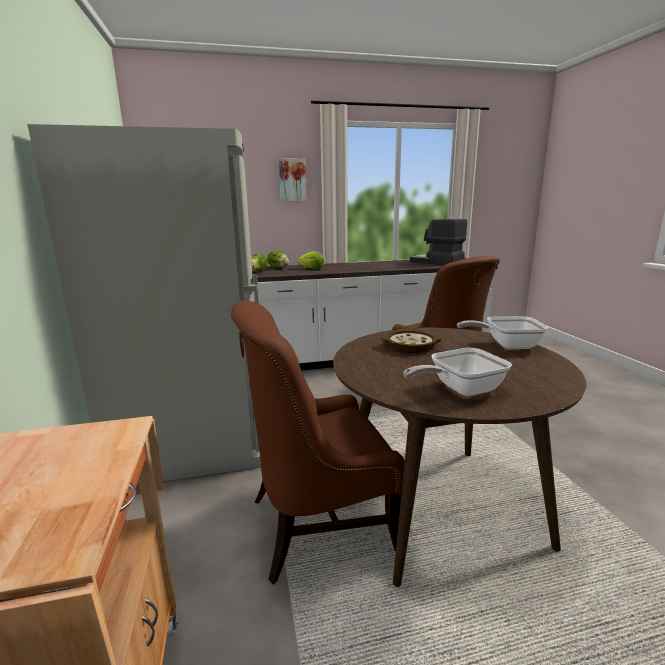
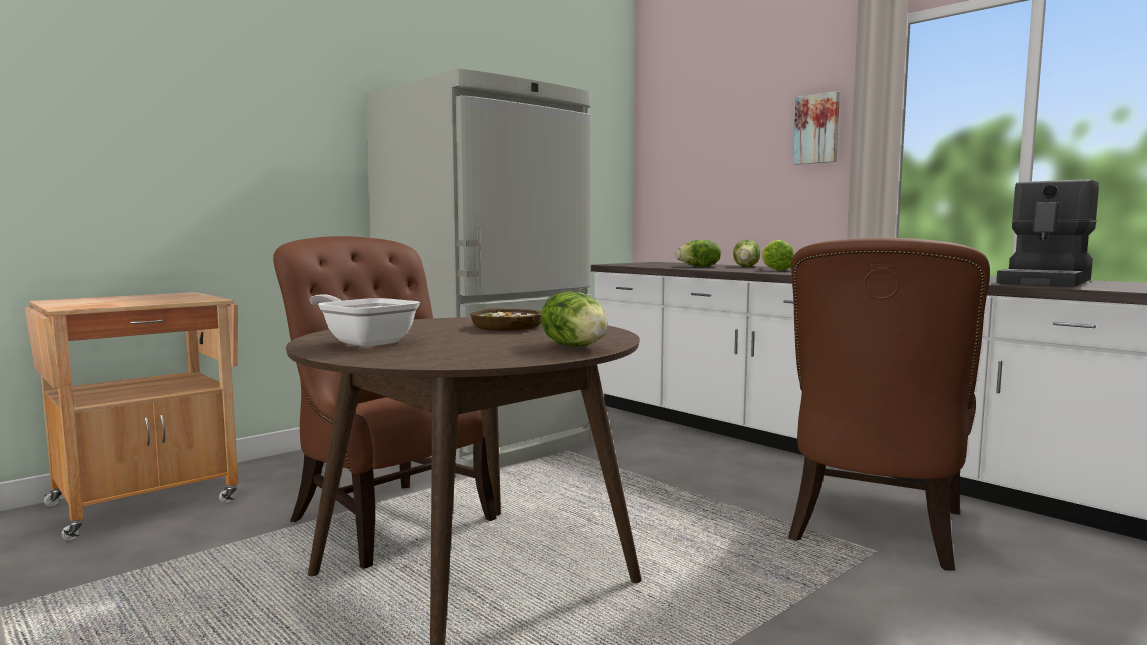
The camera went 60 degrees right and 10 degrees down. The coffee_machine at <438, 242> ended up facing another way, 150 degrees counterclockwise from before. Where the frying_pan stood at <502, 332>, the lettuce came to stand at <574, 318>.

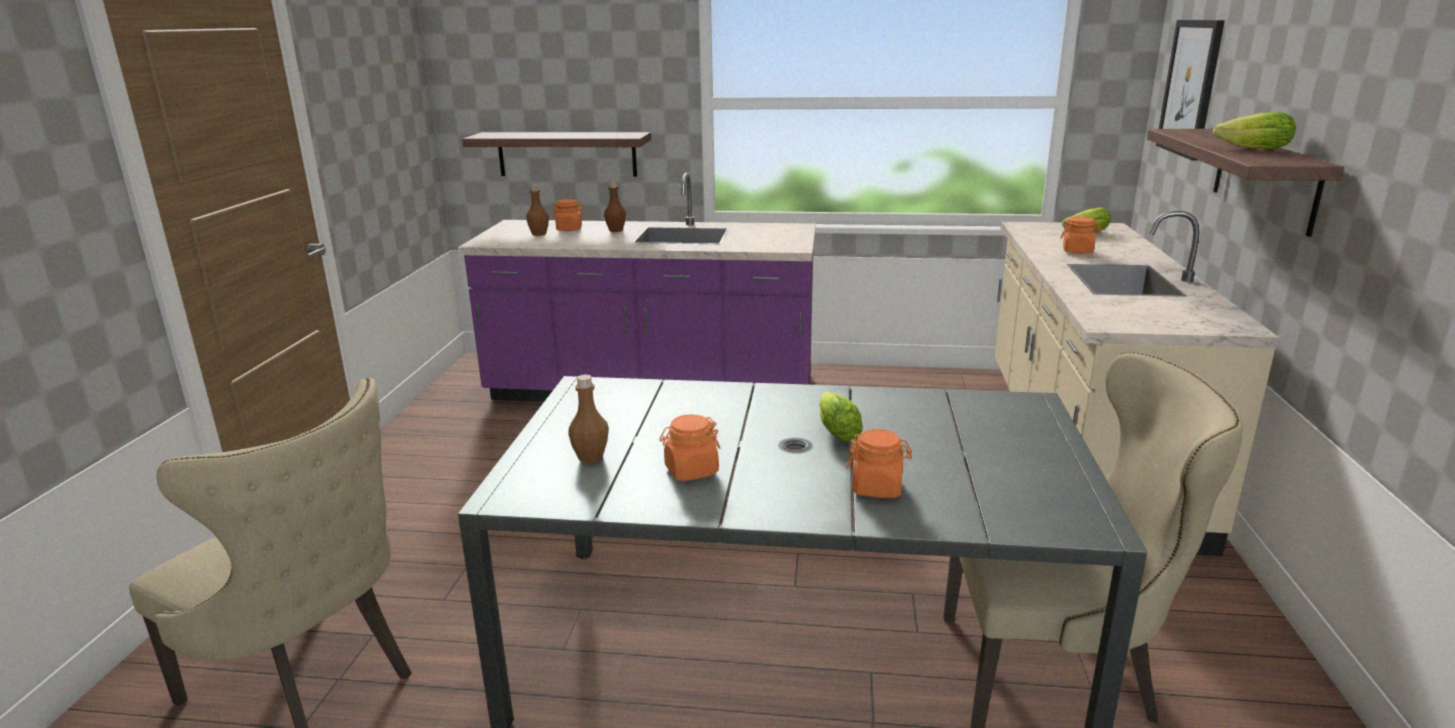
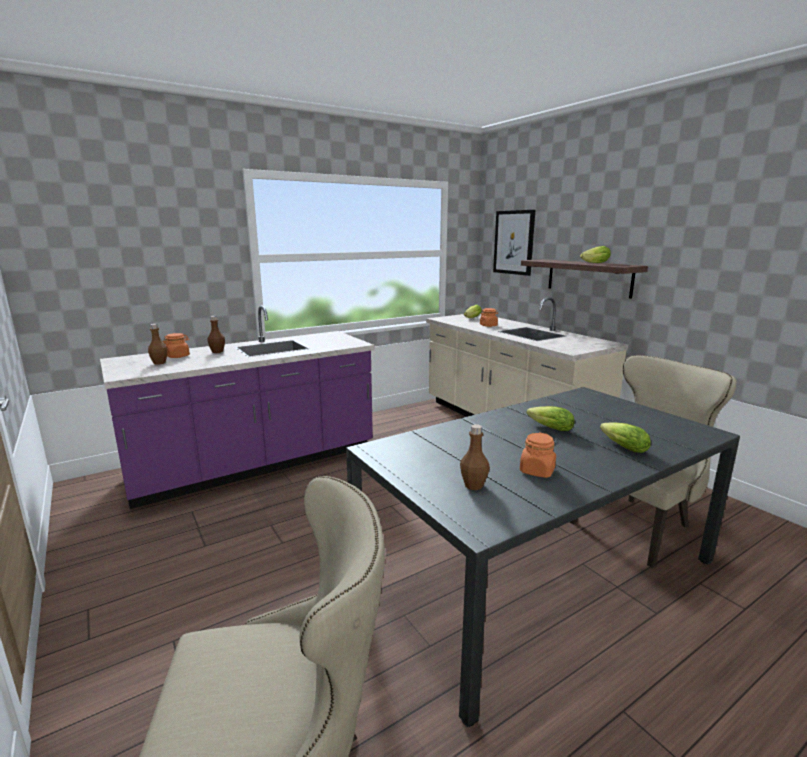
The camera went 40 degrees left and 5 degrees down. The second view lost the shelf at <556, 154>. Where the orange_jar stood at <879, 463>, the lettuce came to stand at <625, 437>.

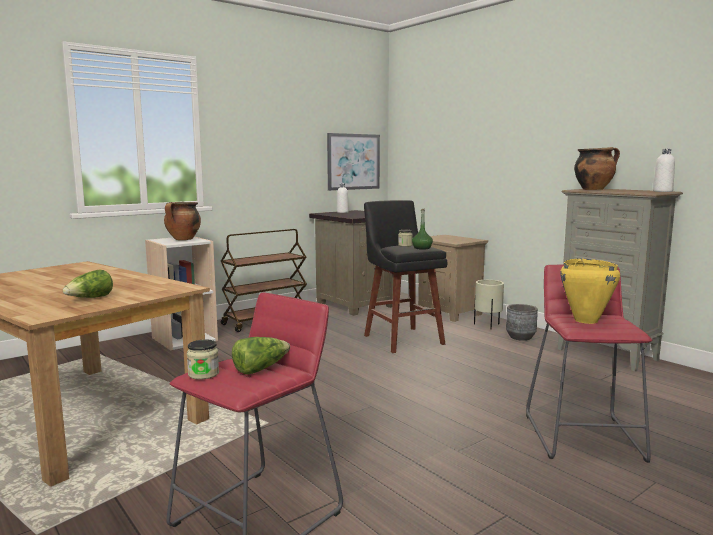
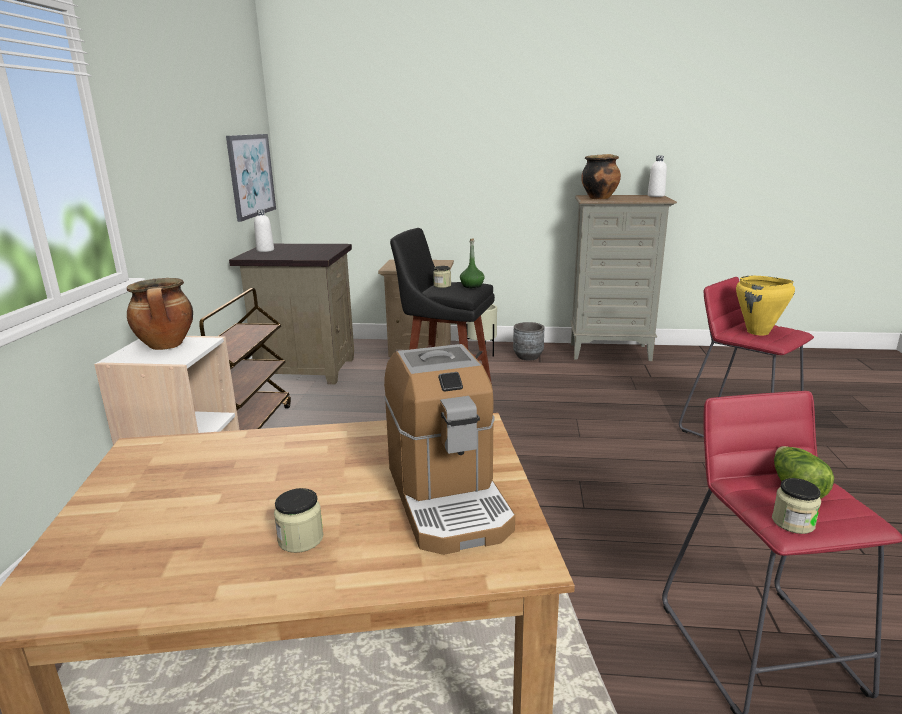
The camera went 45 degrees left and 10 degrees up. Where the lettuce stood at <88, 283>, the coffee_machine came to stand at <449, 449>. The second view gained the jar at <298, 520>.

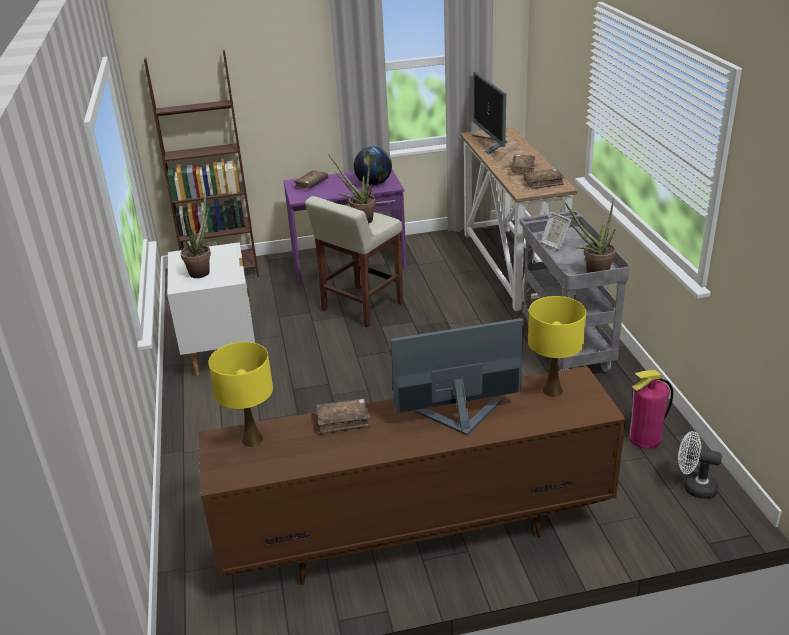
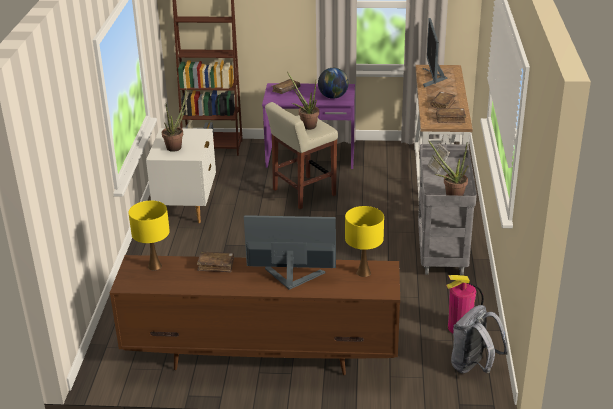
The camera went 15 degrees right and 0 degrees up. Where the white_fan stood at <700, 465>, the grey_backpack came to stand at <479, 339>.

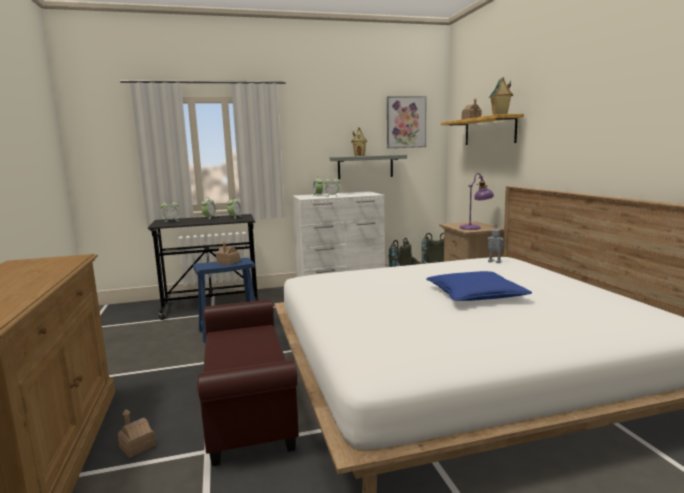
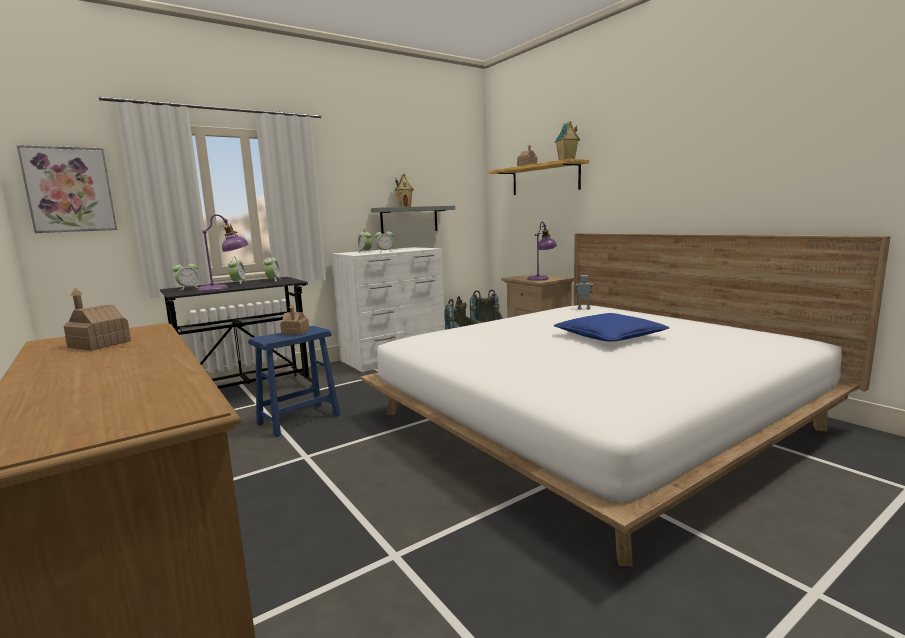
The camera went 20 degrees left and 0 degrees up. The picture ended up elsewhere, having gone from <407, 122> to <66, 189>. The second view lost the brown_ottoman at <248, 382>. The toy_house ended up elsewhere, having gone from <137, 433> to <97, 319>. The second view gained the purple_table_lamp at <223, 253>.

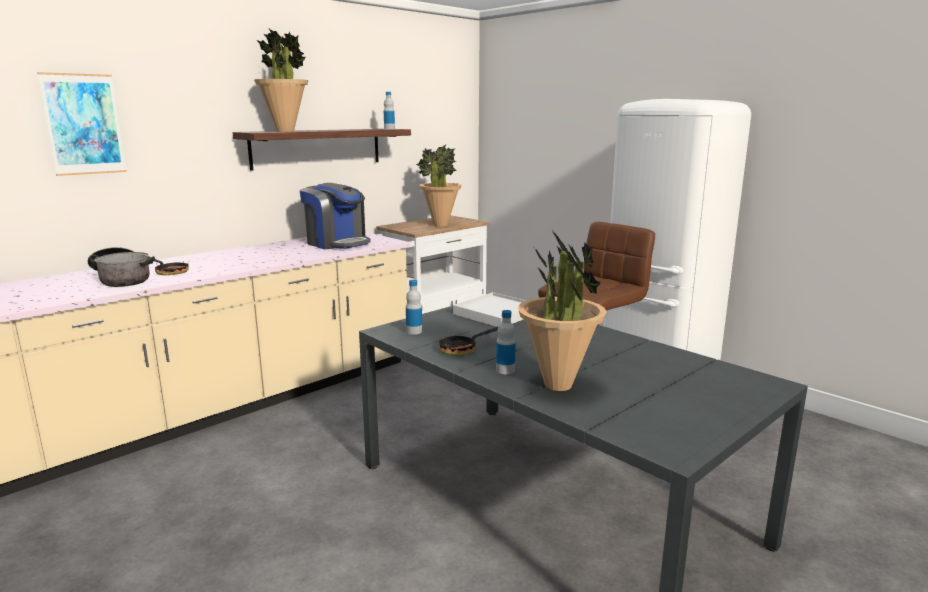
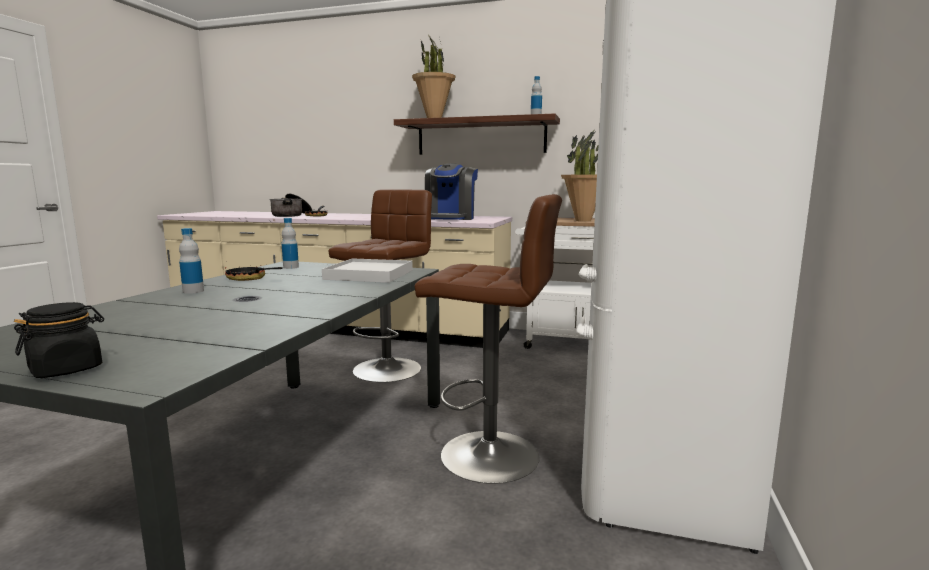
The camera went 60 degrees right and 5 degrees down. The second view lost the picture at <81, 124>. The second view lost the potted_plant at <562, 311>. The second view gained the brown_stool at <380, 285>. The second view gained the black_jar at <59, 340>.

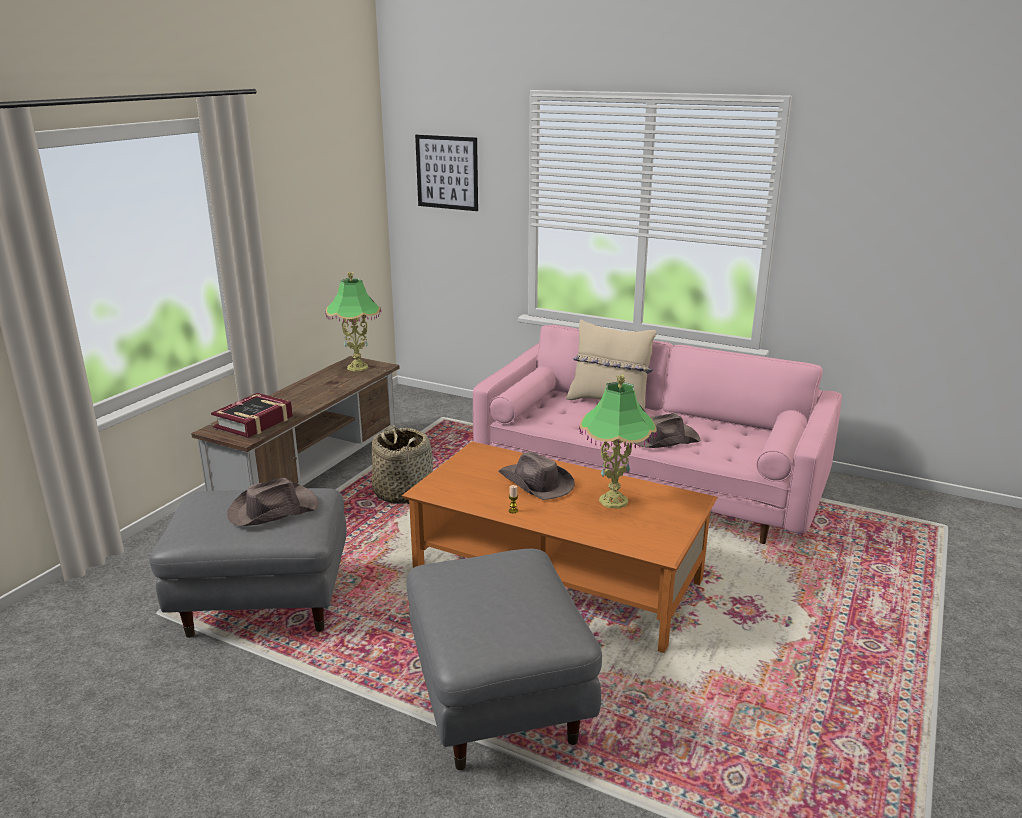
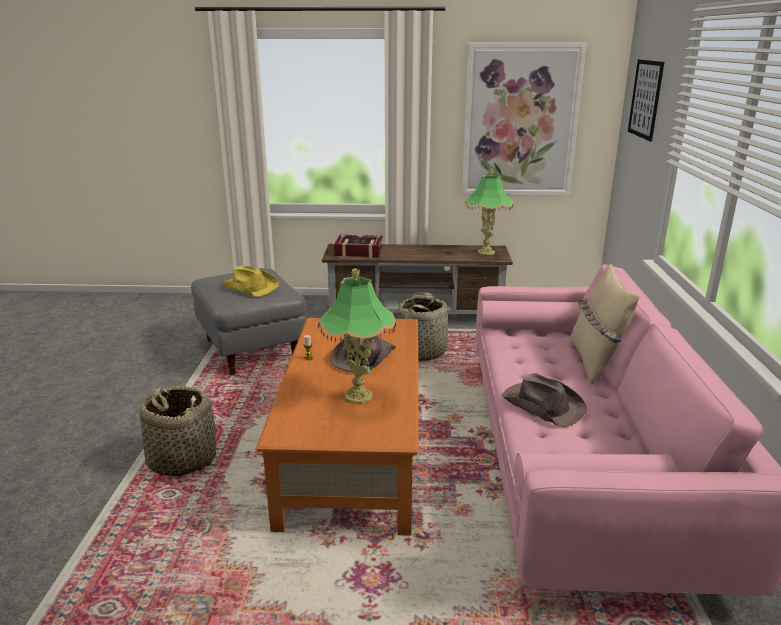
The camera went 65 degrees right and 0 degrees up. What was the brown_hat at <272, 502> turned into the yellow_hat at <250, 280>. Where the grey_ottoman stood at <504, 659>, the basket came to stand at <177, 431>. The second view gained the picture at <524, 119>.

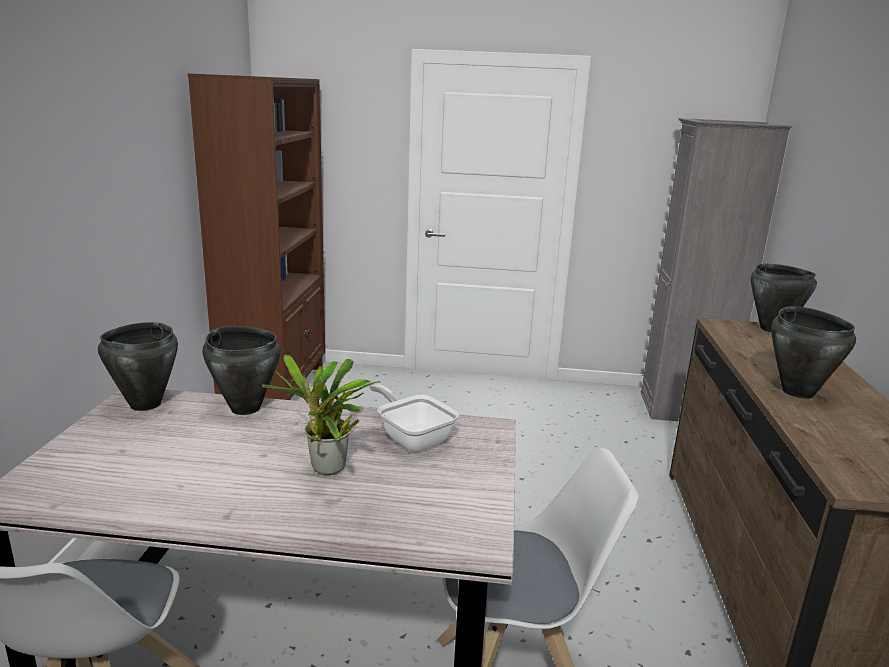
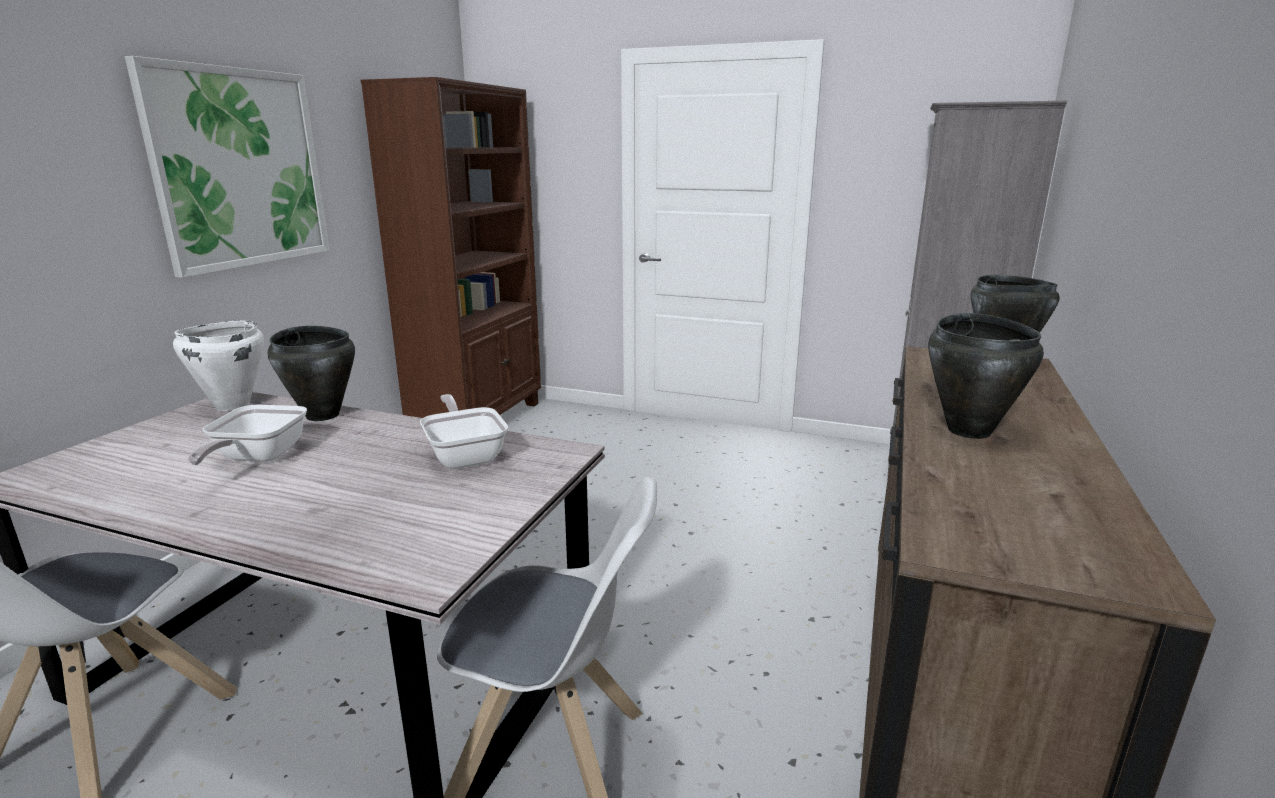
The camera went 15 degrees right and 0 degrees up. What was the black_cooking_pot at <138, 366> turned into the white_cooking_pot at <218, 366>. The second view lost the potted_plant at <321, 415>. The second view gained the picture at <227, 167>. The second view gained the frying_pan at <247, 435>.

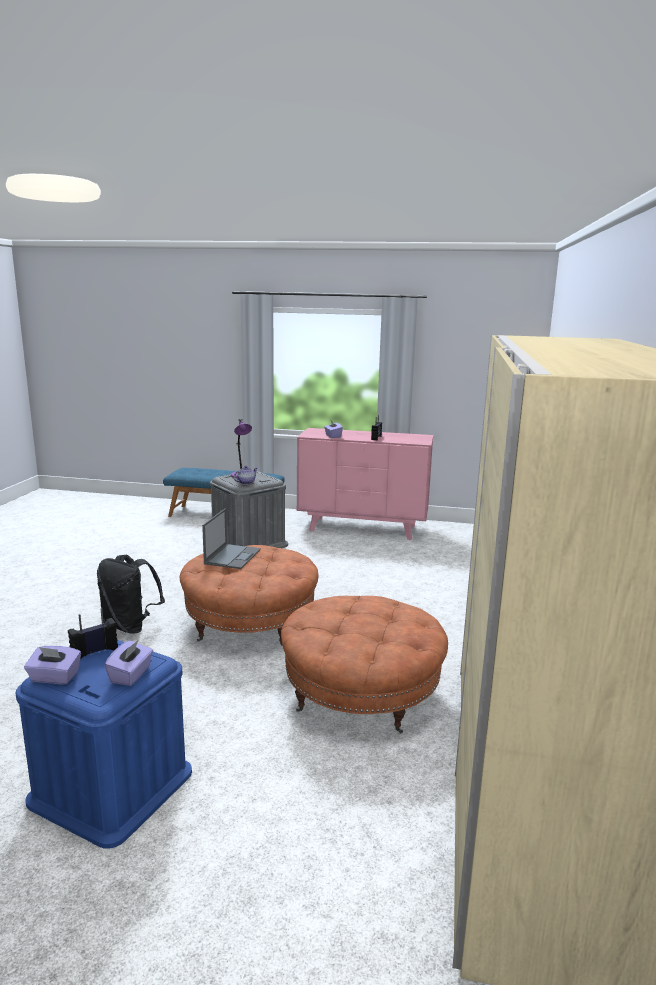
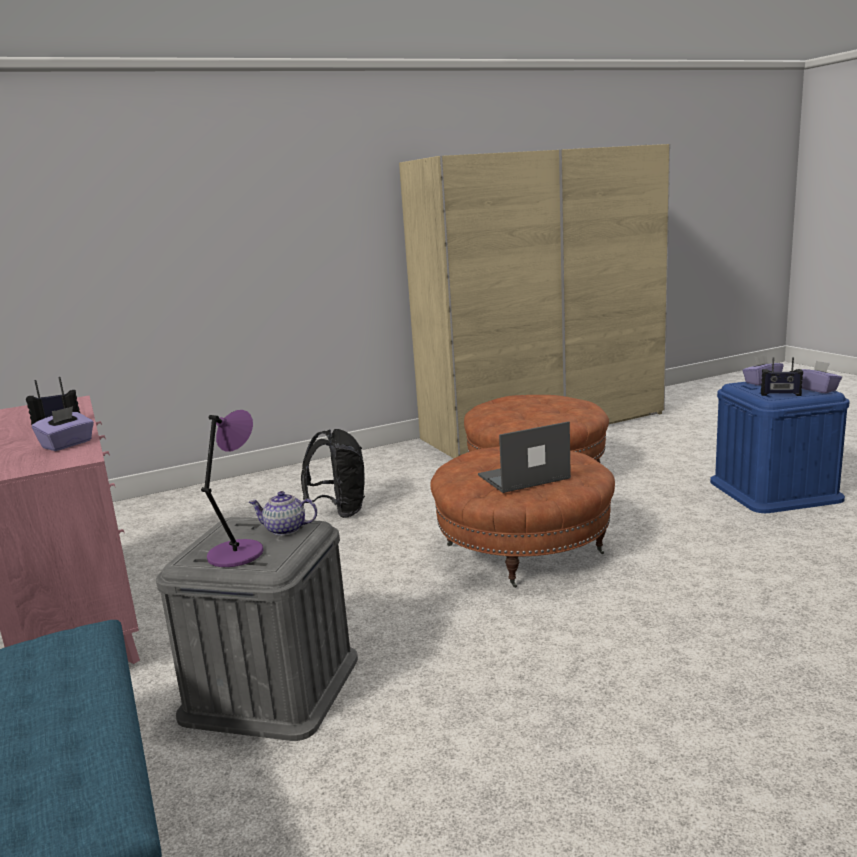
The camera went 125 degrees left and 0 degrees up. The black_backpack ended up elsewhere, having gone from <131, 594> to <333, 473>.

